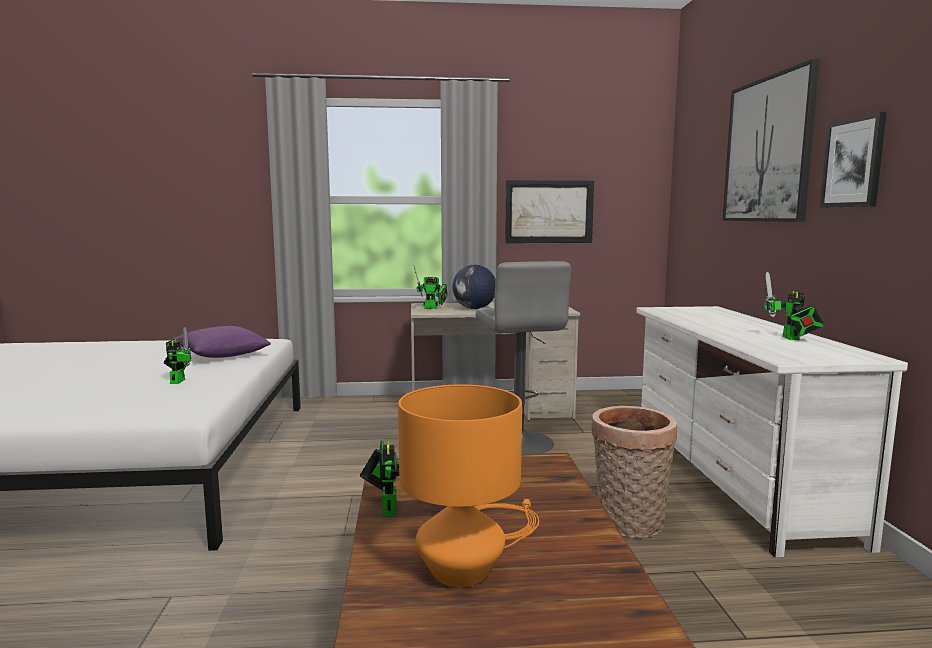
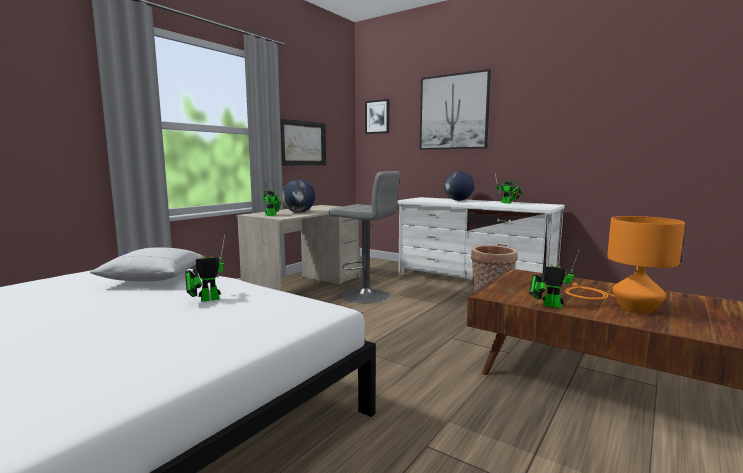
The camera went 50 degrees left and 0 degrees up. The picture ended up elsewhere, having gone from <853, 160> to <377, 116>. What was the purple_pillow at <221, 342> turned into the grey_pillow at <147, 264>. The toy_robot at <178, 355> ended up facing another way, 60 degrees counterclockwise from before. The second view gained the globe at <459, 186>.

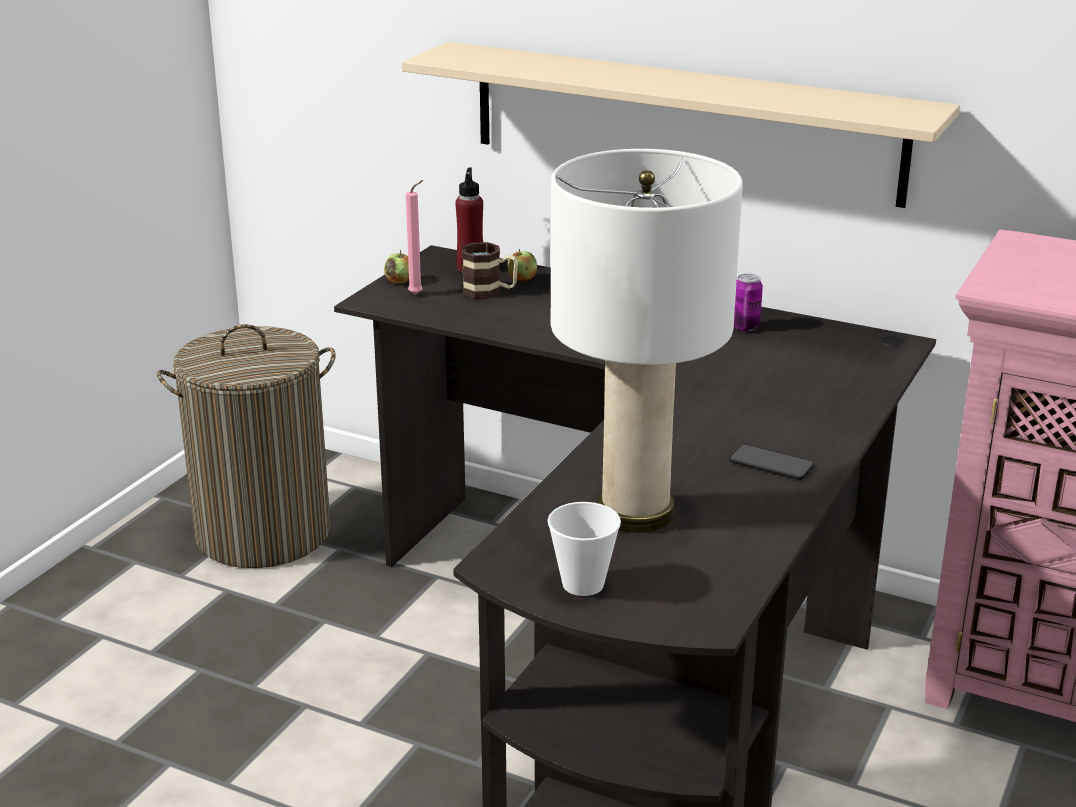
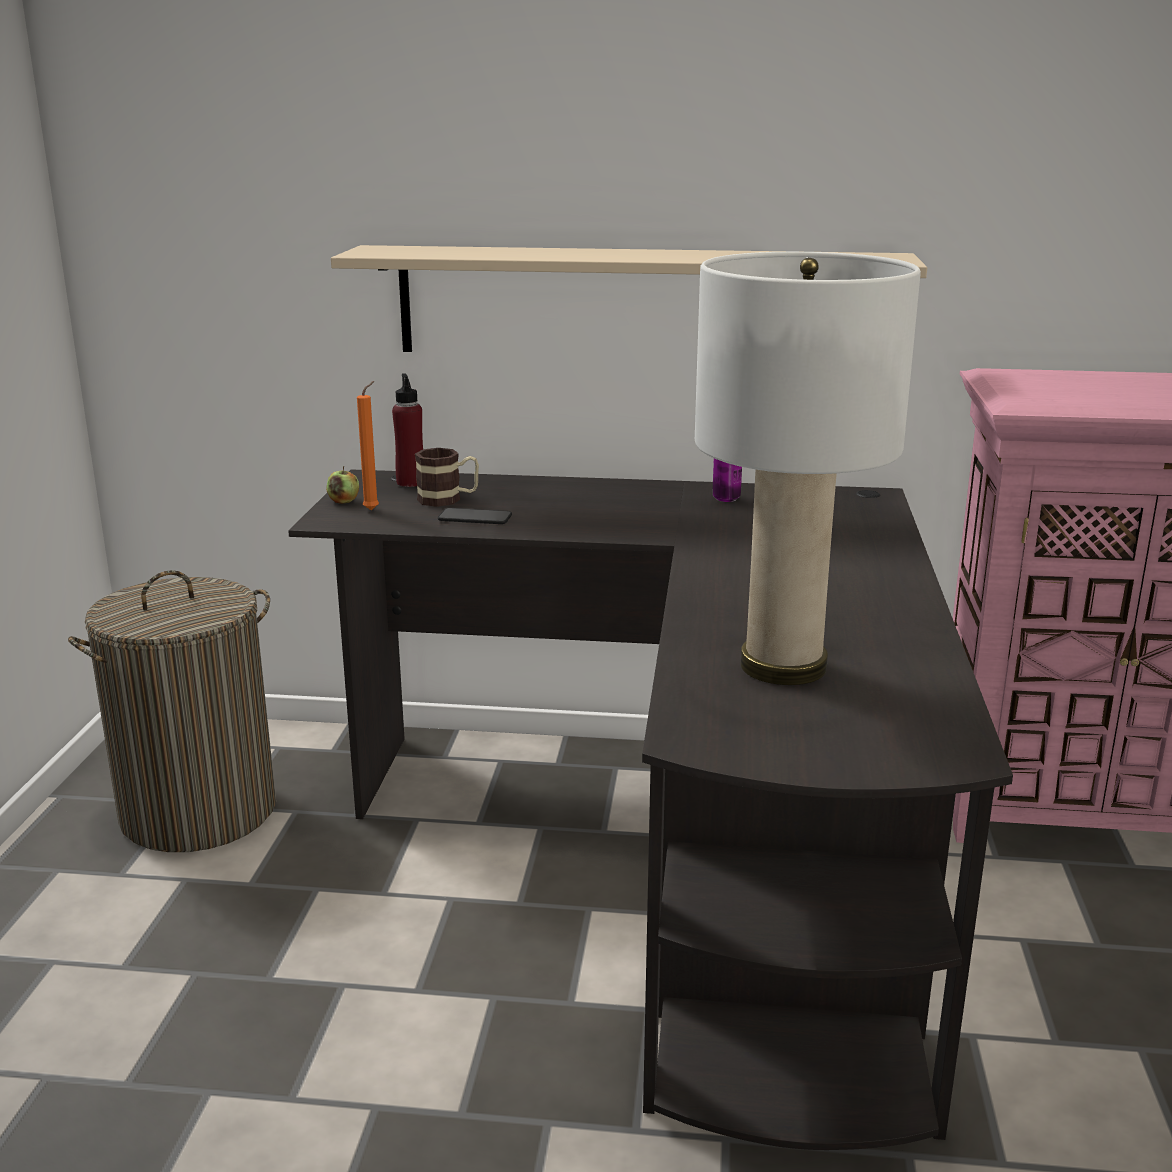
The camera went 20 degrees left and 5 degrees down. What was the pink_candle at <414, 237> turned into the orange_candle at <368, 445>. The second view lost the apple at <522, 265>. The phone ended up elsewhere, having gone from <771, 462> to <475, 516>. The second view lost the cup at <584, 549>.

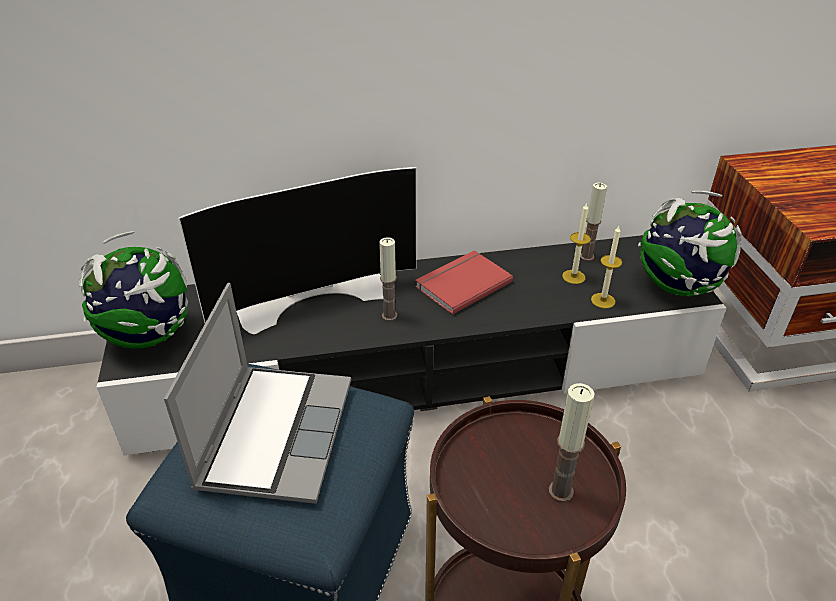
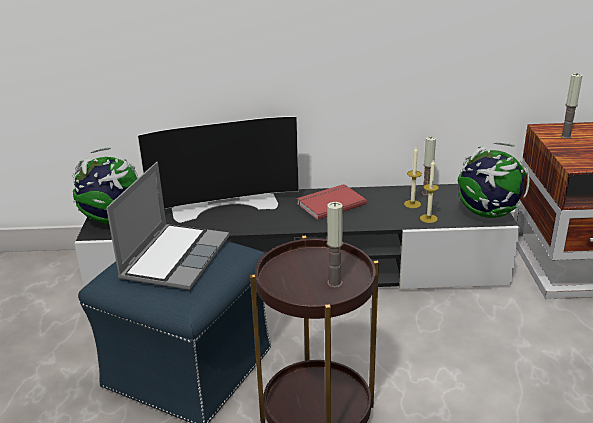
The camera went 10 degrees right and 10 degrees down. The candle ended up elsewhere, having gone from <388, 279> to <571, 106>.

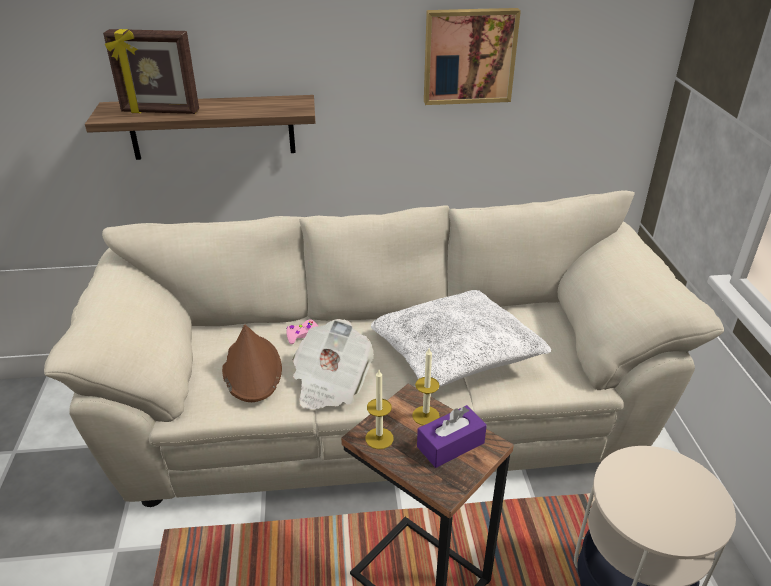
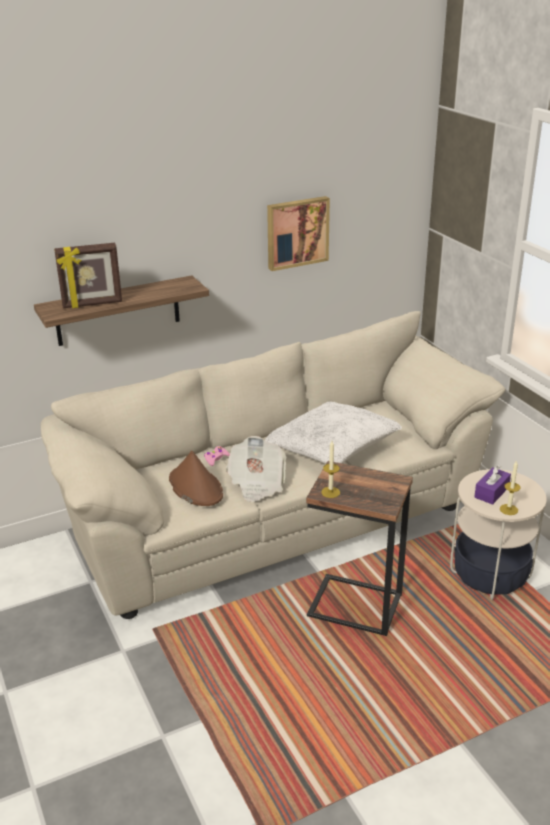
The camera went 20 degrees left and 5 degrees down. The candle ended up elsewhere, having gone from <426, 386> to <510, 487>. The purple_tissue_box ended up elsewhere, having gone from <452, 436> to <492, 485>.

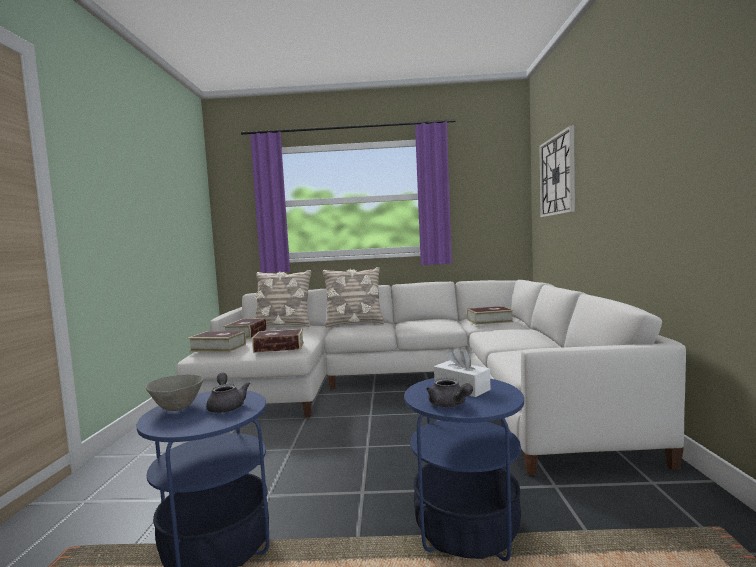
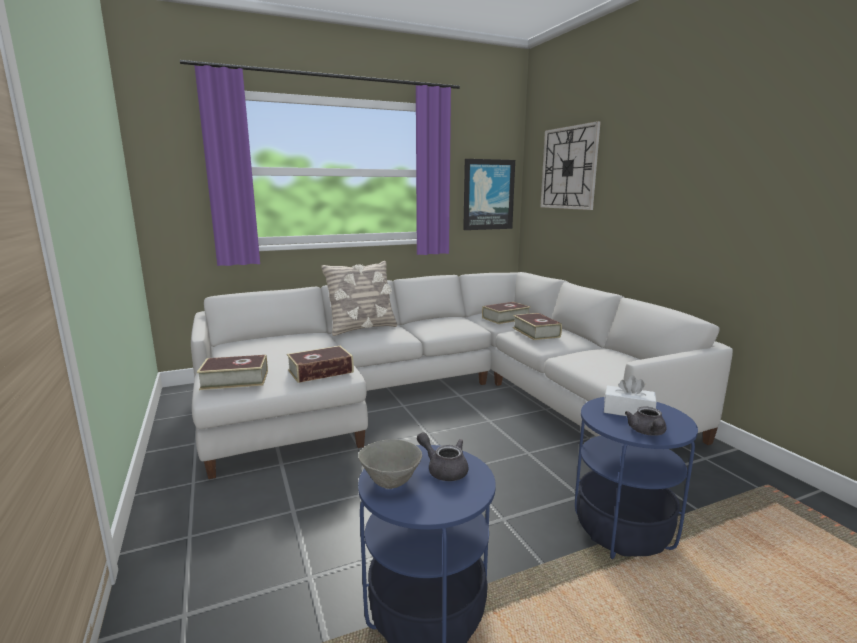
The camera went 25 degrees left and 10 degrees up. The second view lost the beige_pillow at <283, 298>. The book ended up elsewhere, having gone from <245, 328> to <537, 326>. The grey_teapot at <449, 393> ended up facing another way, 60 degrees clockwise from before. The second view gained the picture at <489, 194>.

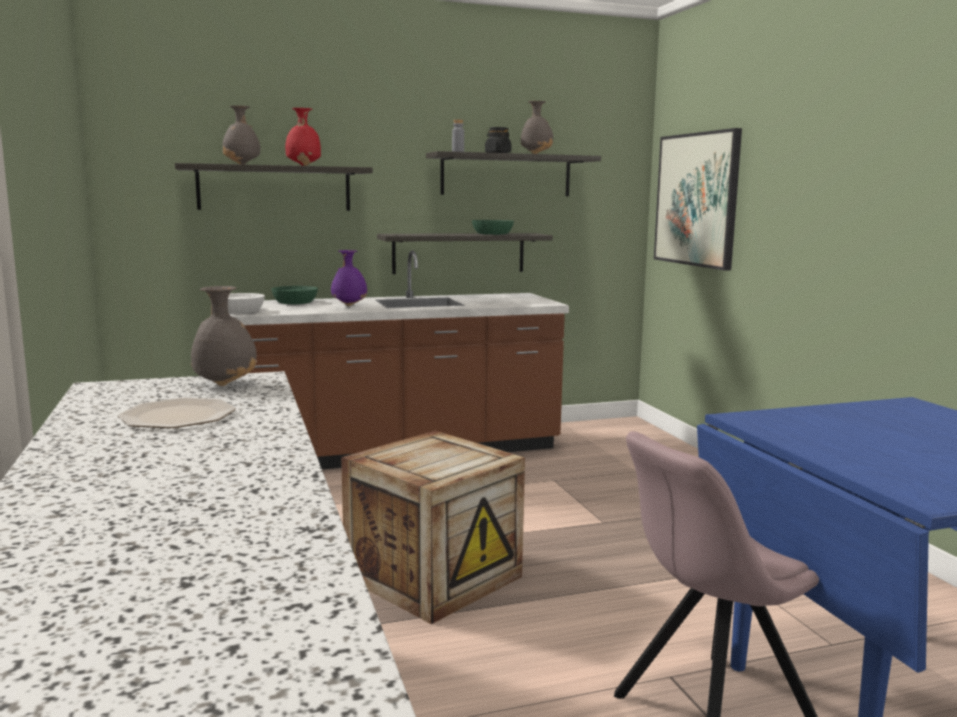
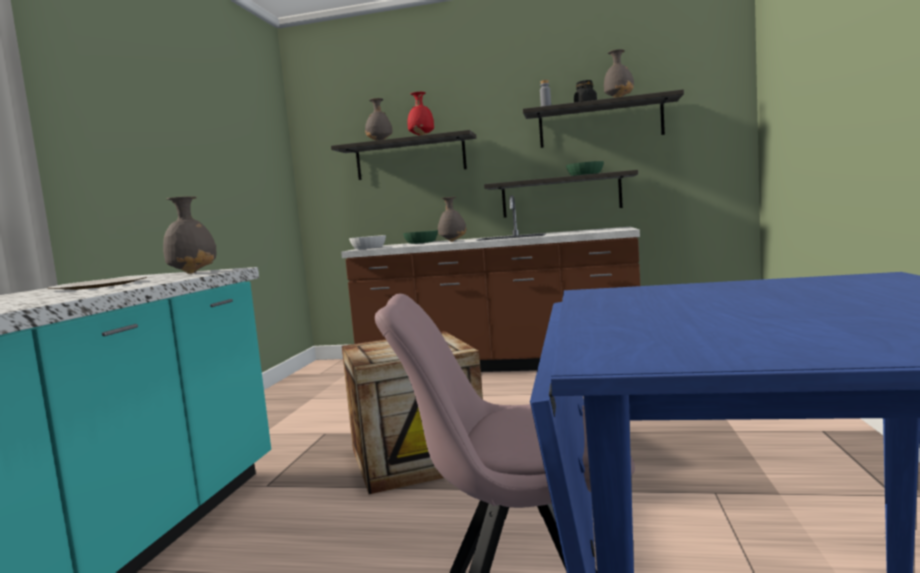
The camera went 30 degrees right and 5 degrees down. The second view lost the picture at <698, 199>. What was the purple_vase at <349, 278> turned into the grey_vase at <452, 219>.

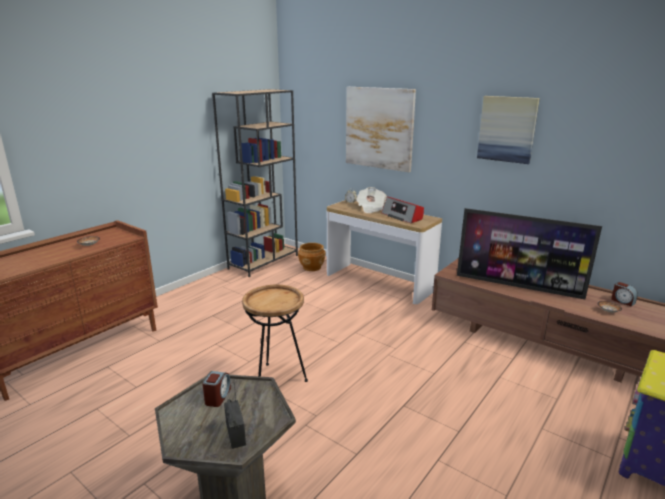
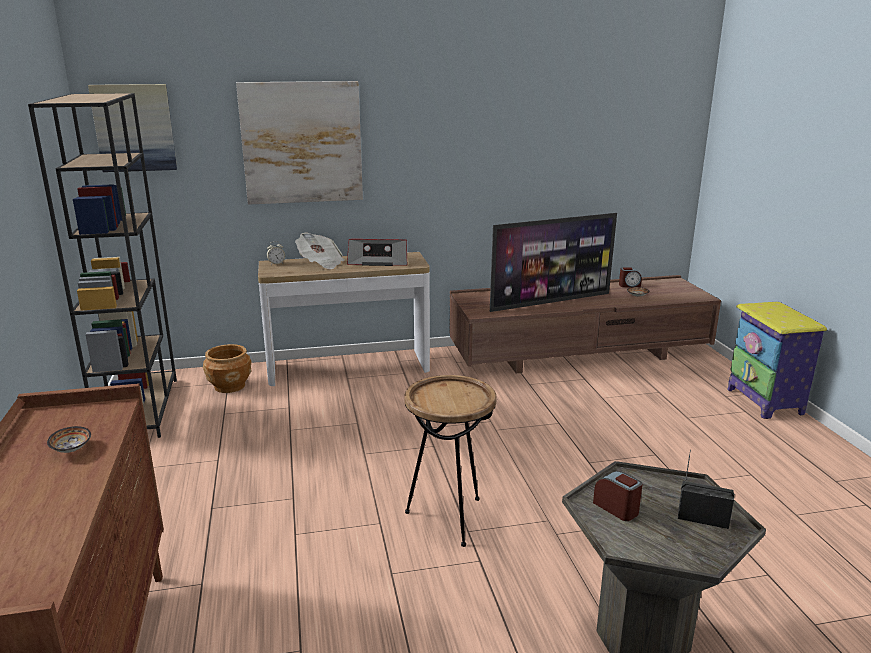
The camera went 50 degrees left and 0 degrees up. The picture ended up elsewhere, having gone from <508, 130> to <132, 128>.

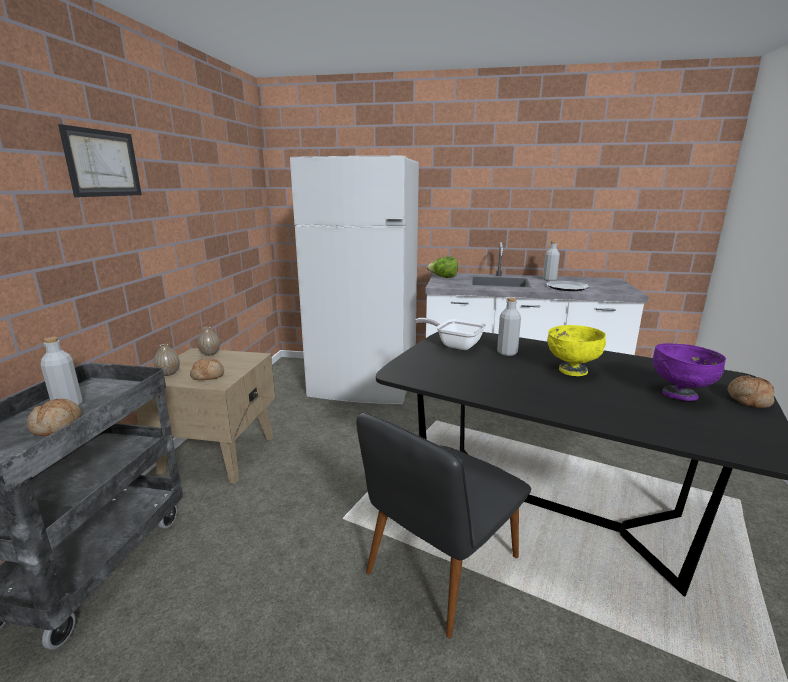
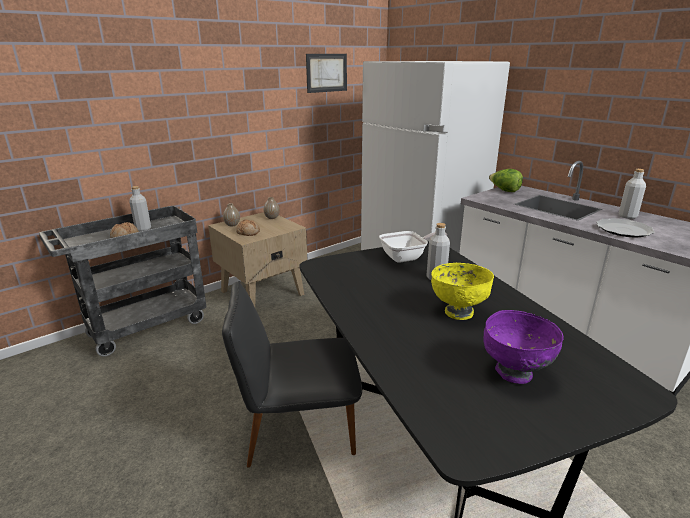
The camera went 40 degrees right and 5 degrees up. The picture ended up elsewhere, having gone from <100, 160> to <326, 73>. The frying_pan at <450, 334> ended up facing another way, 90 degrees clockwise from before. The second view lost the bread at <750, 391>.

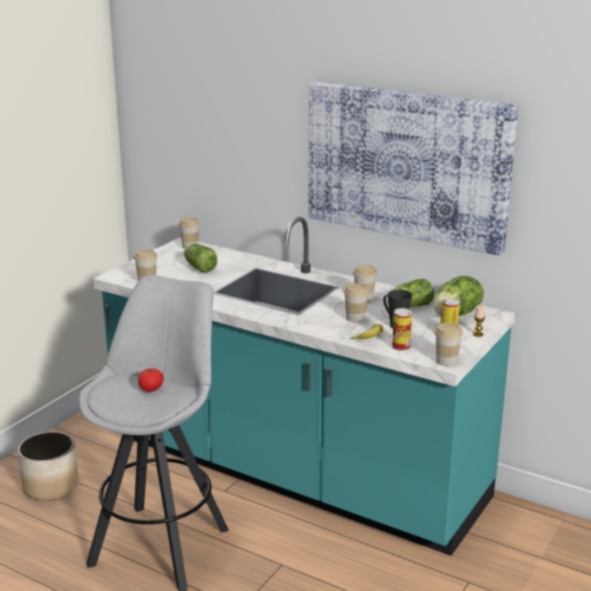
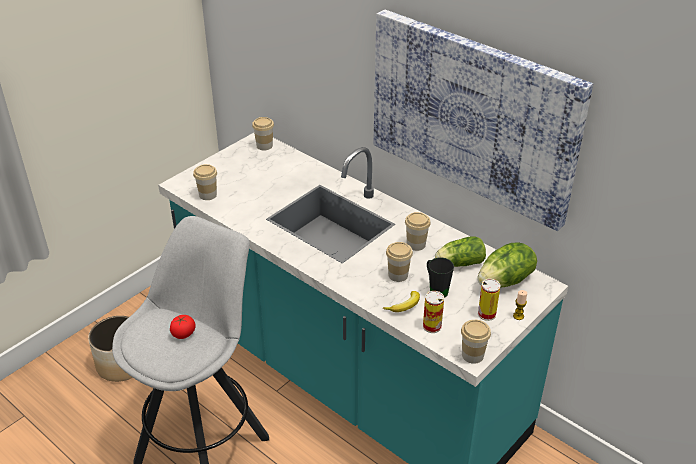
The camera went 10 degrees right and 15 degrees up. The second view lost the lettuce at <201, 258>.

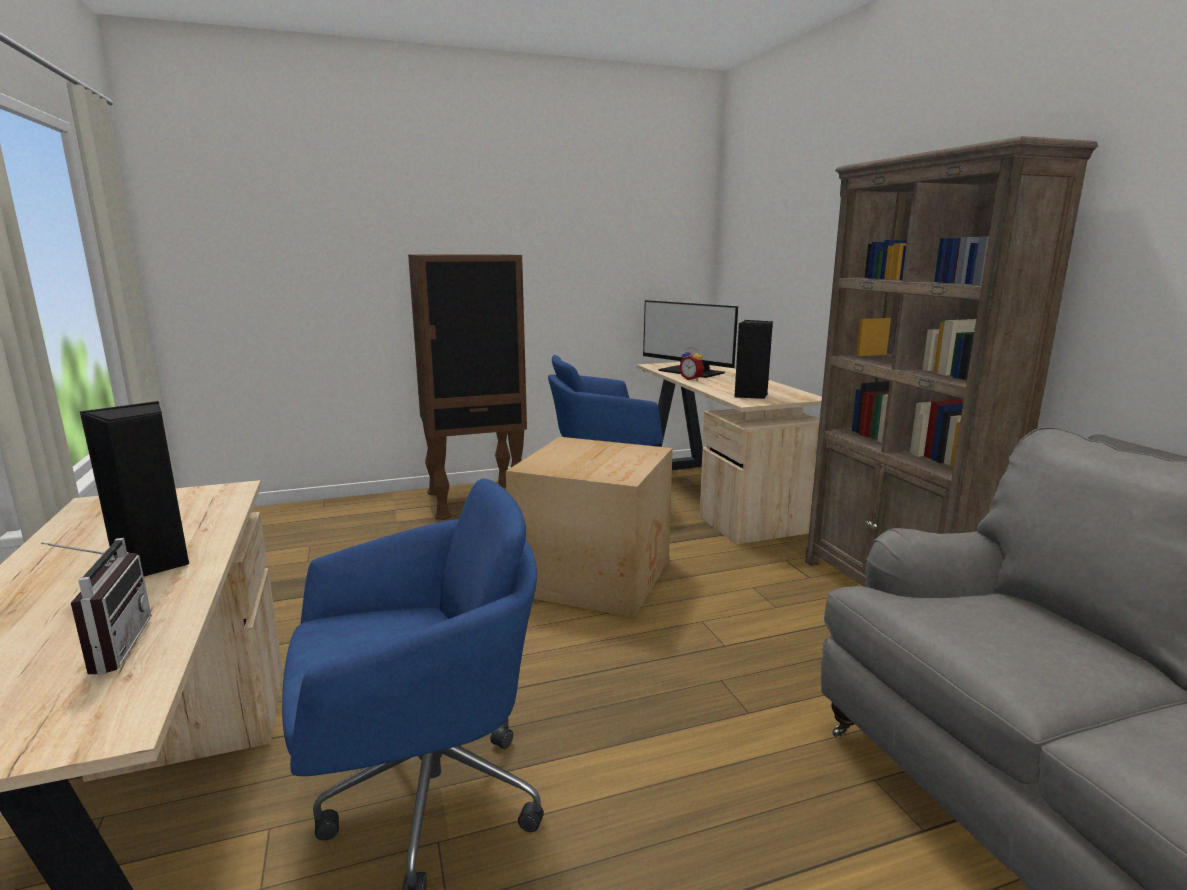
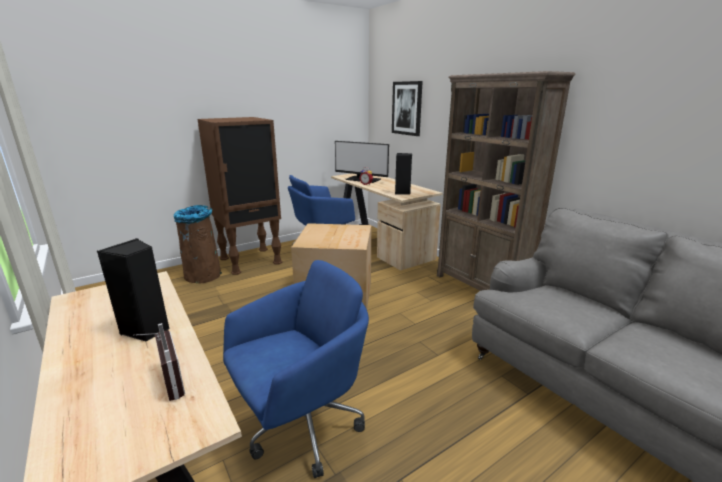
The camera went 15 degrees left and 5 degrees up. The second view gained the picture at <407, 108>. The second view gained the brown_trash_can at <198, 244>.

